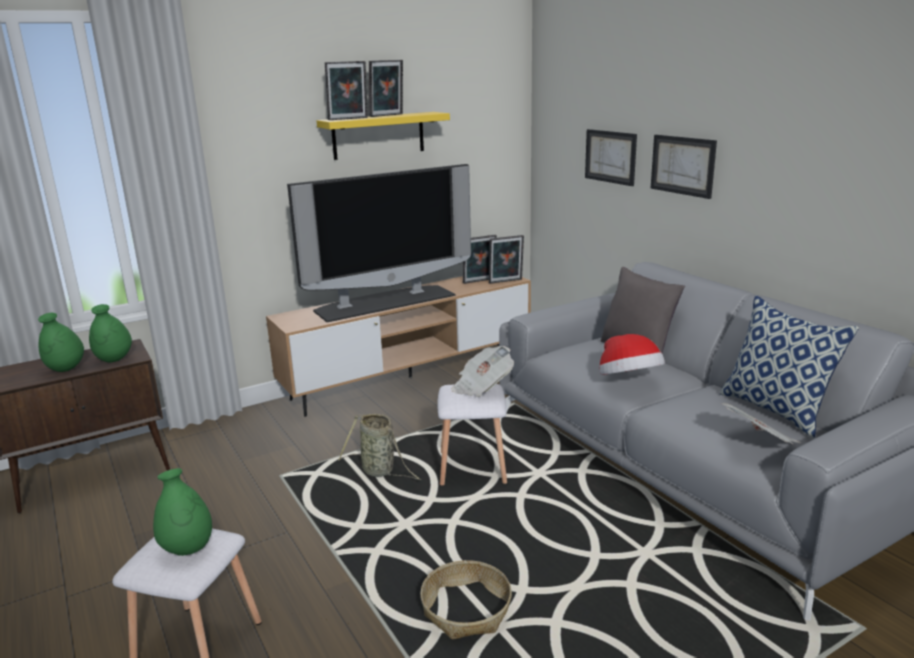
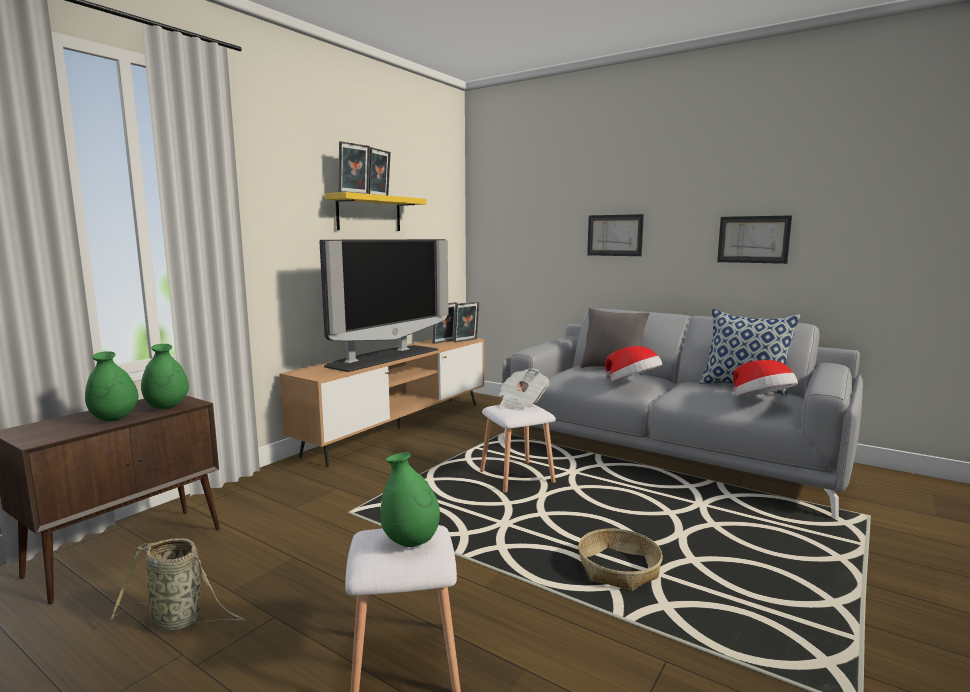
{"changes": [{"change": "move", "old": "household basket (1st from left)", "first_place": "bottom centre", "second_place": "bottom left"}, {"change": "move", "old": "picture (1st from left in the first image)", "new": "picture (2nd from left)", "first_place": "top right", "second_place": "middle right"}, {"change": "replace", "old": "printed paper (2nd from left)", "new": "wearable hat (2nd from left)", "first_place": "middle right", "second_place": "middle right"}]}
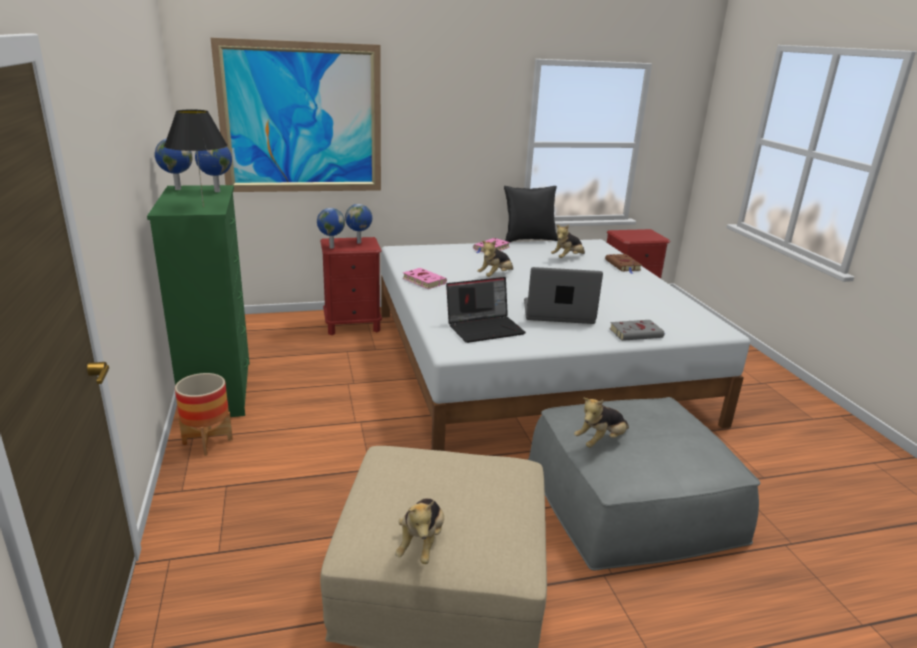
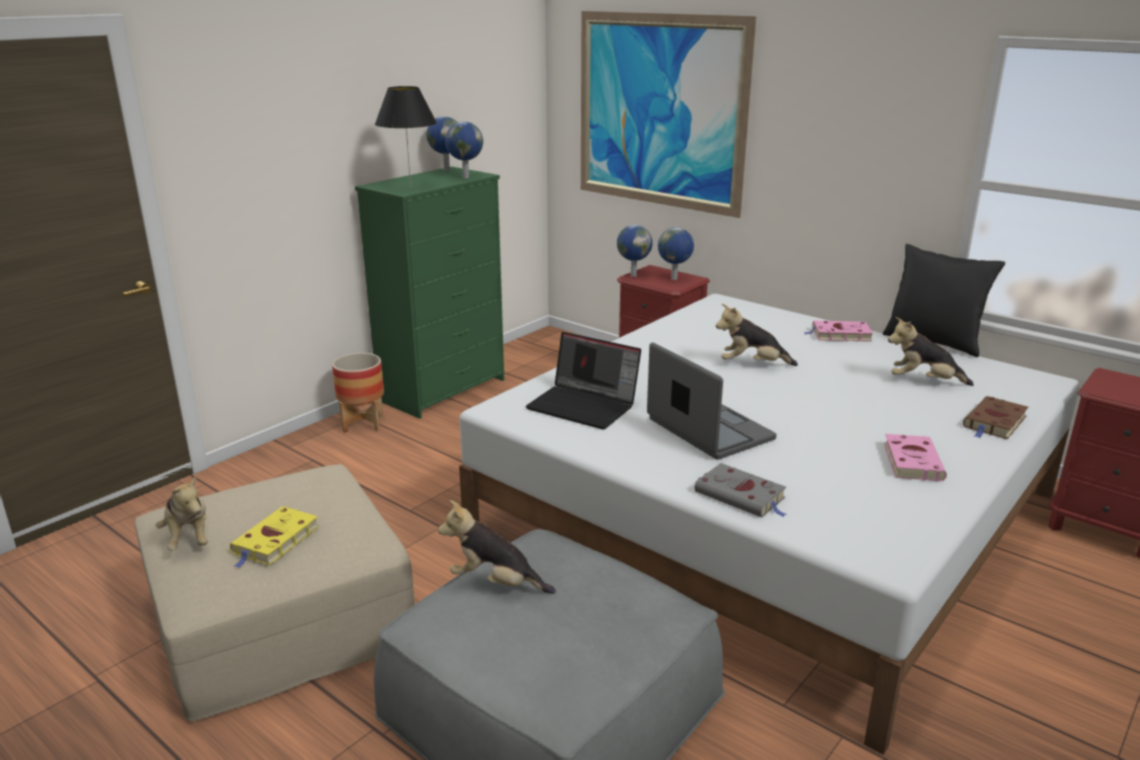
{"changes": [{"change": "rotate", "old": "soft toy (1st from left)", "first_place": "bottom centre", "second_place": "bottom left", "degrees": -90}, {"change": "move", "old": "pink-coloured book (1st from left in the first image)", "new": "pink-coloured book (2nd from left)", "first_place": "centre", "second_place": "middle right"}, {"change": "insert", "new": "yellow book", "second_place": "bottom left"}]}
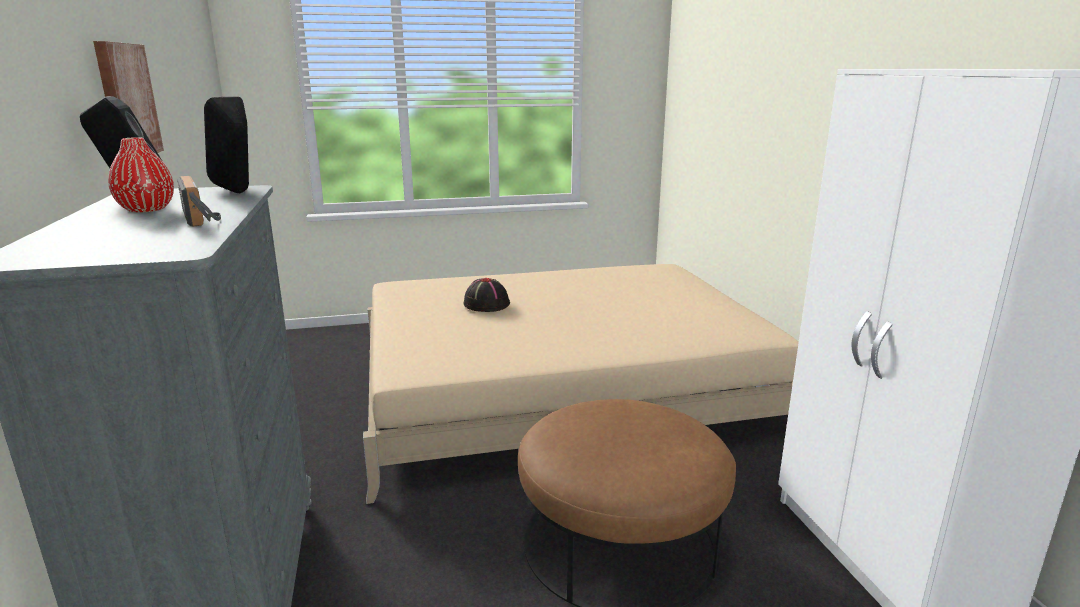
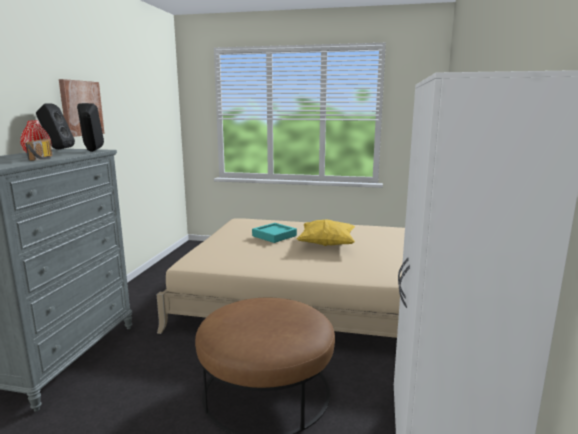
{"changes": [{"change": "replace", "old": "blackish wearable hat", "new": "turquoise serving tray", "first_place": "centre", "second_place": "centre"}, {"change": "insert", "new": "yellow pillow", "second_place": "centre"}]}
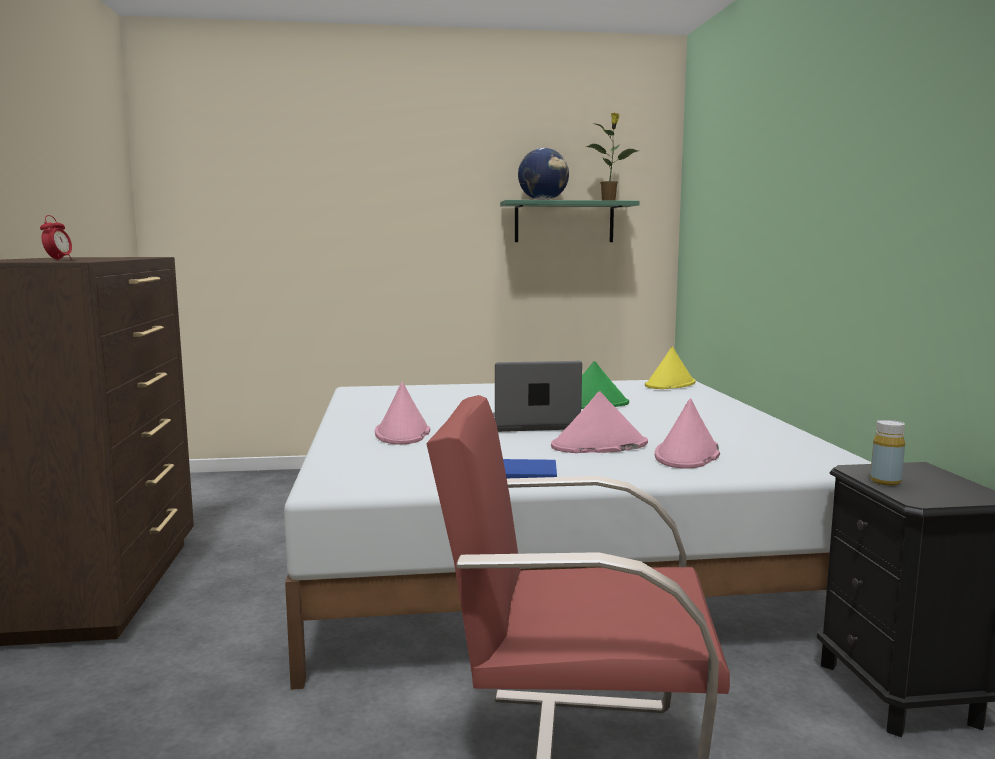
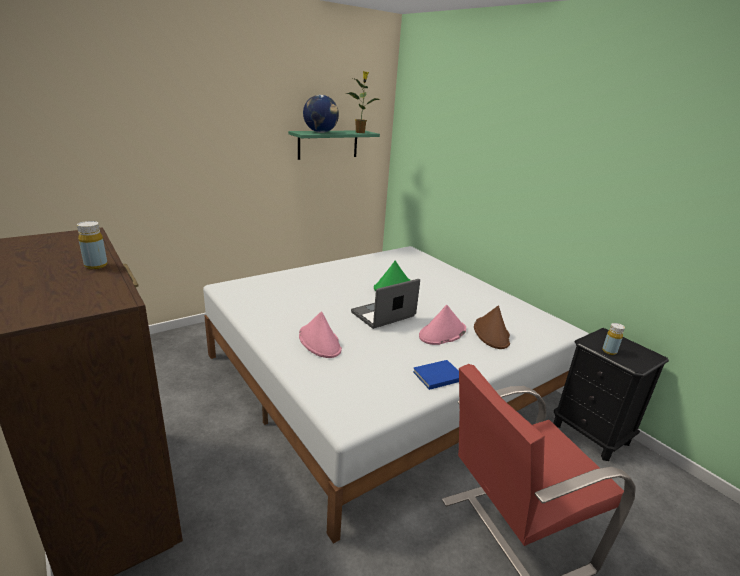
{"changes": [{"change": "delete", "old": "alarm clock", "first_place": "top left"}, {"change": "delete", "old": "yellow wearable hat", "first_place": "middle right"}, {"change": "recolor", "old": "pink-coloured wearable hat (3rd from left)", "new": "brown-coloured wearable hat", "first_place": "middle right", "second_place": "centre"}, {"change": "insert", "new": "yellow beverage bottle (1st from left)", "second_place": "middle left"}]}
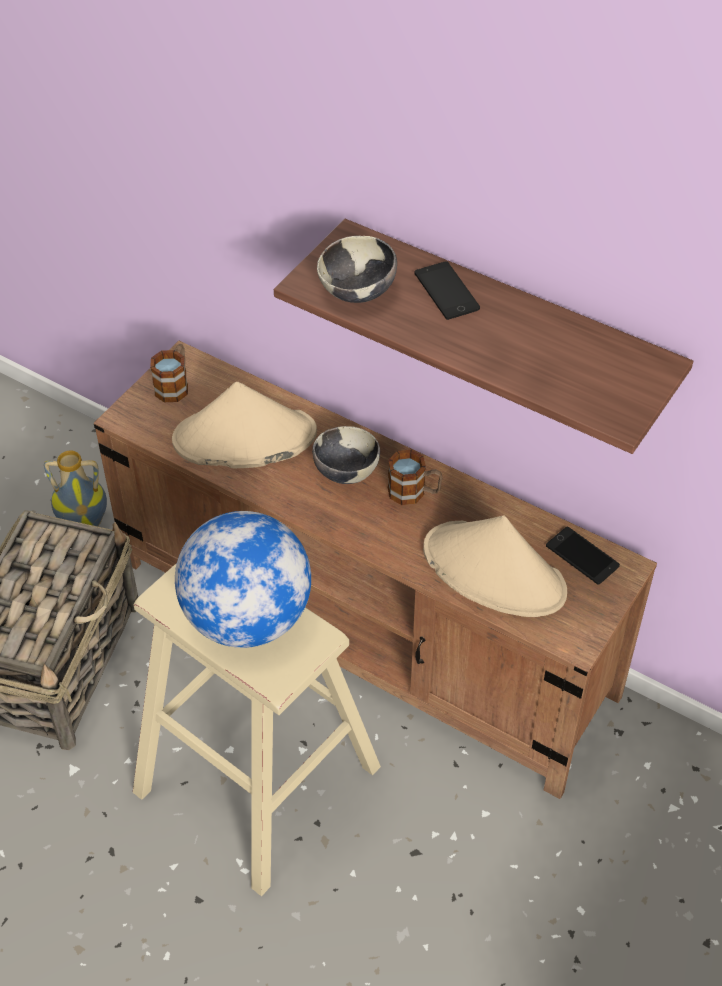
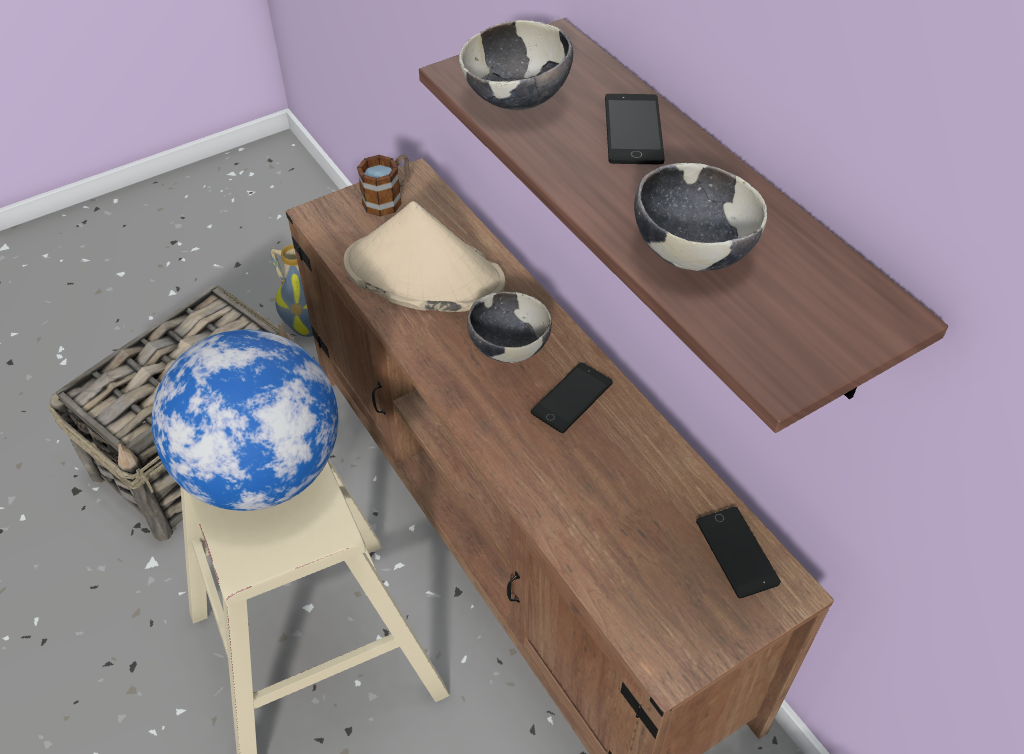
{"changes": [{"change": "replace", "old": "mug (2nd from left)", "new": "phone (1st from left)", "first_place": "centre", "second_place": "centre"}, {"change": "delete", "old": "sand-coloured wearable hat (2nd from left)", "first_place": "middle right"}, {"change": "insert", "new": "serving bowl (3rd from left)", "second_place": "top right"}]}
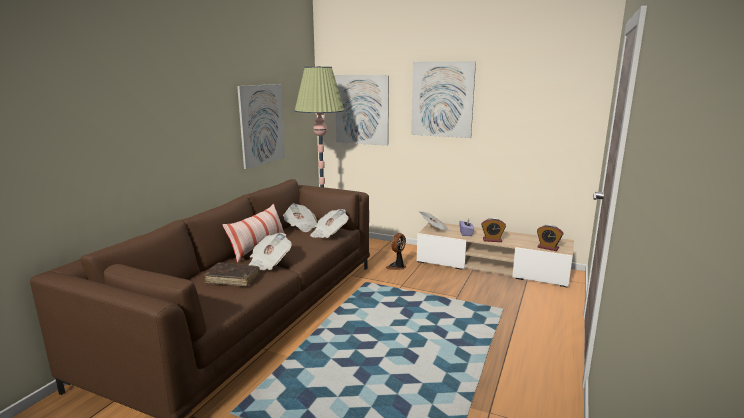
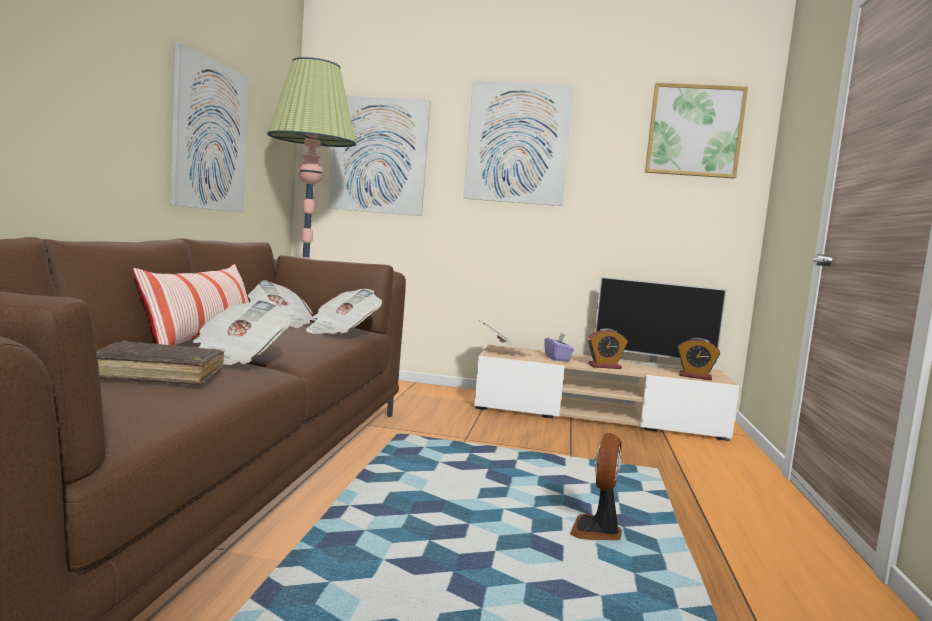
{"changes": [{"change": "move", "old": "fan", "first_place": "centre", "second_place": "bottom centre"}, {"change": "insert", "new": "TV set", "second_place": "middle right"}, {"change": "insert", "new": "picture (4th from left)", "second_place": "top right"}]}
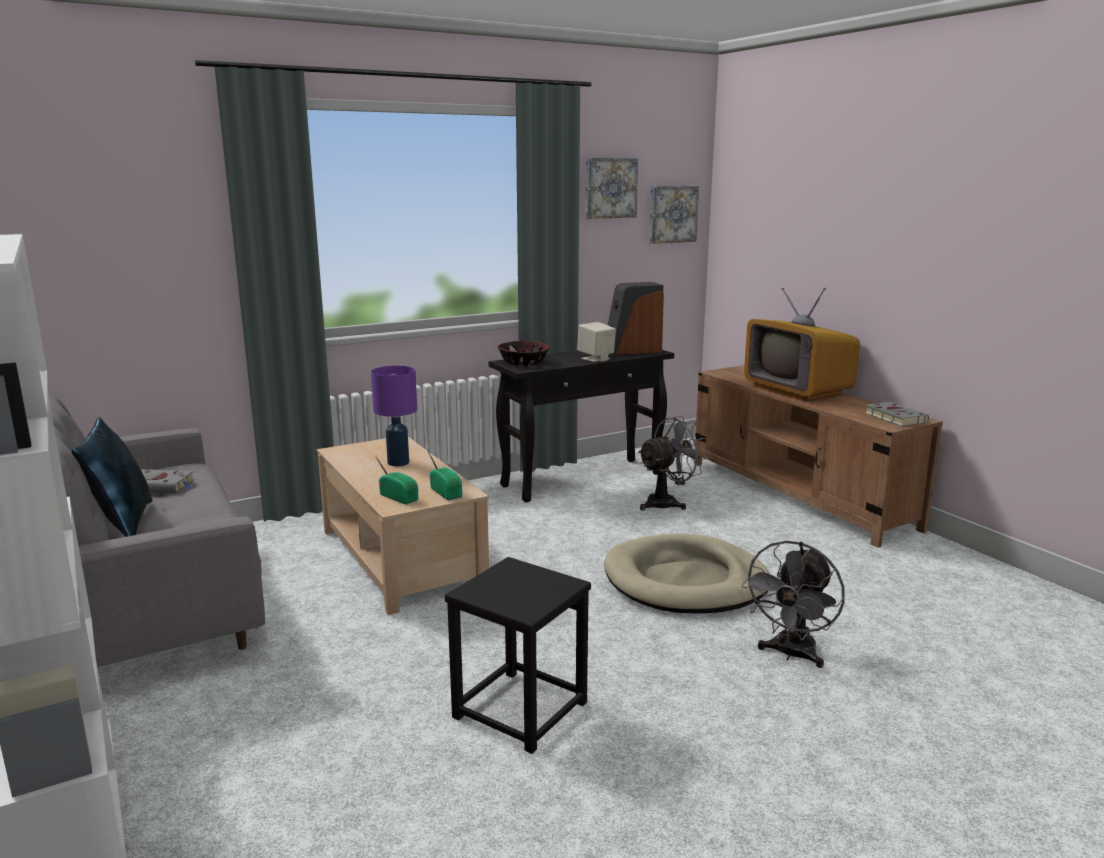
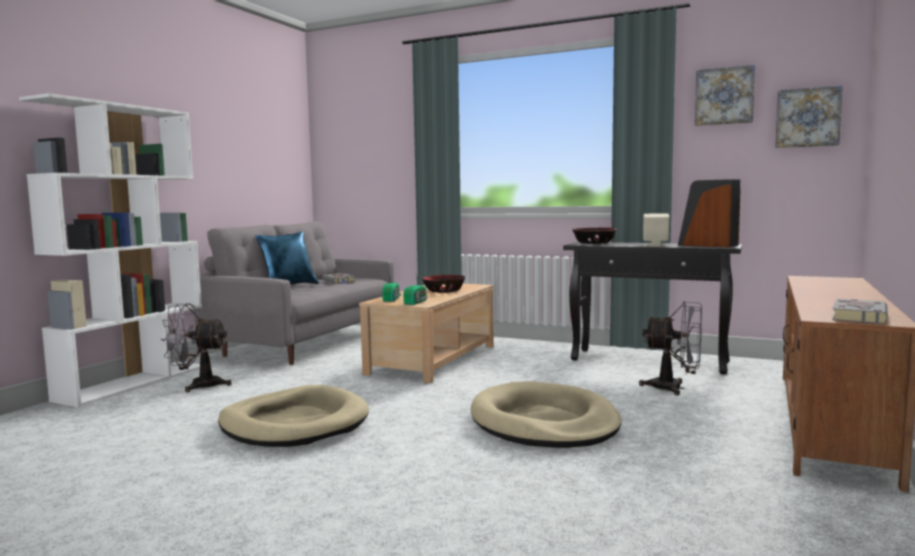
{"changes": [{"change": "replace", "old": "purplish tabletop lamp", "new": "serving bowl (1st from left)", "first_place": "centre", "second_place": "centre"}, {"change": "replace", "old": "blackish stool seat", "new": "sand-coloured dog bed (1st from left)", "first_place": "bottom centre", "second_place": "bottom left"}, {"change": "move", "old": "gray fan (2nd from left in the first image)", "new": "gray fan (1st from left)", "first_place": "bottom right", "second_place": "middle left"}, {"change": "delete", "old": "TV set", "first_place": "middle right"}]}
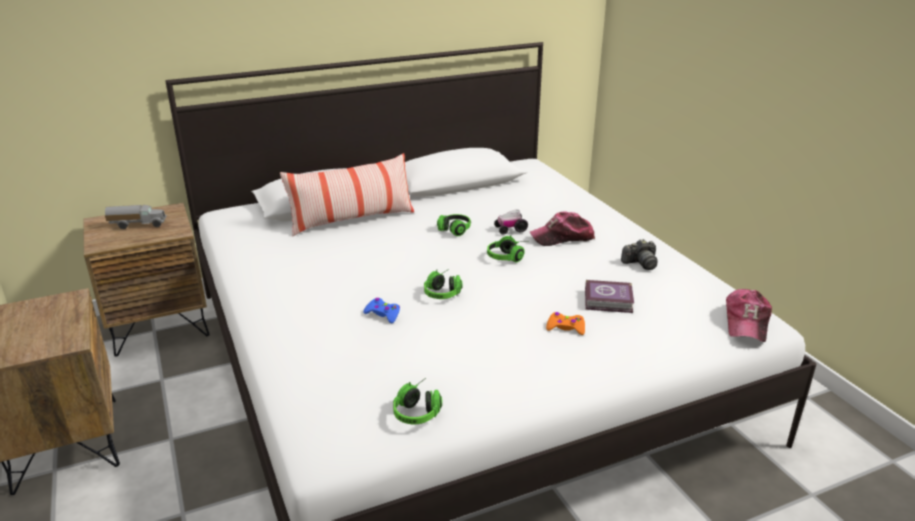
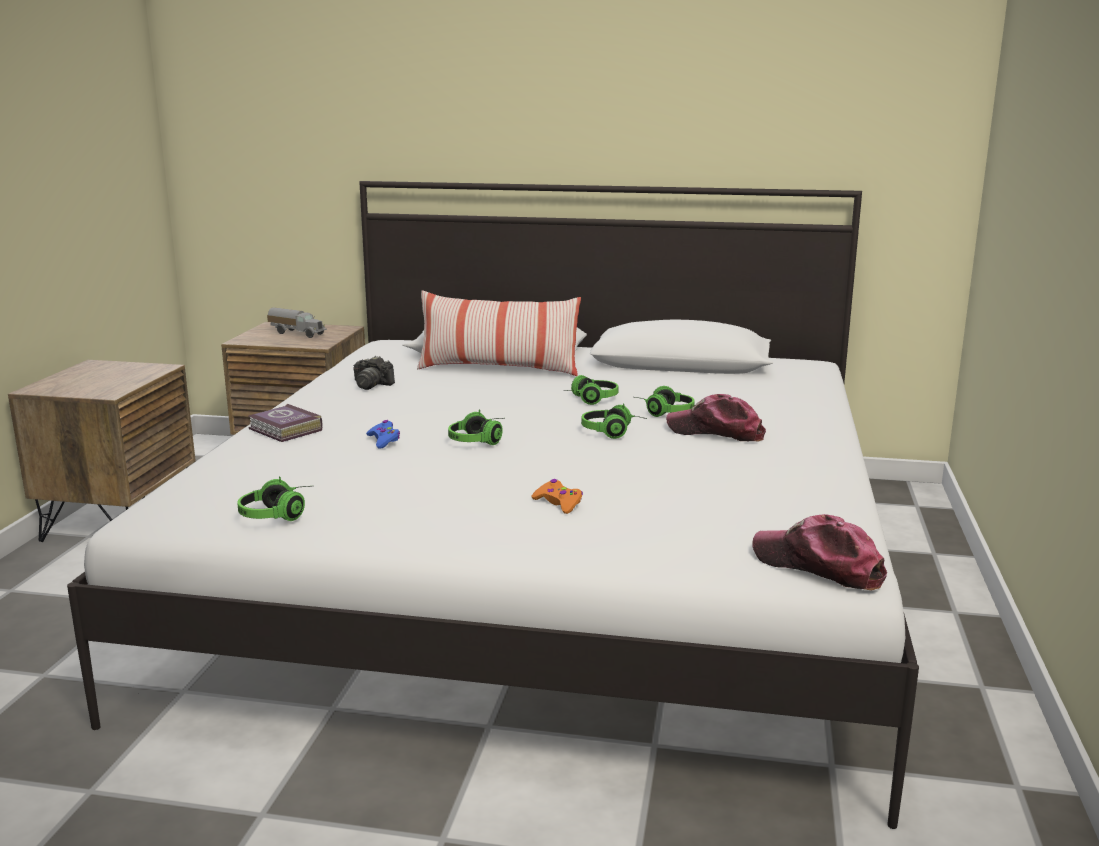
{"changes": [{"change": "replace", "old": "toy car", "new": "headphones (5th from left)", "first_place": "centre", "second_place": "centre"}, {"change": "move", "old": "book", "first_place": "centre", "second_place": "middle left"}, {"change": "move", "old": "still camera", "first_place": "middle right", "second_place": "centre"}, {"change": "rotate", "old": "cap (2nd from left)", "first_place": "middle right", "second_place": "middle right", "degrees": 75}]}
